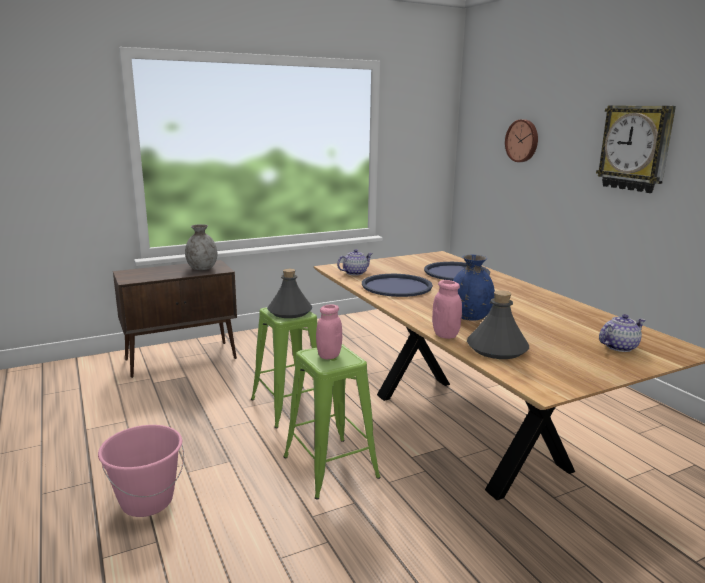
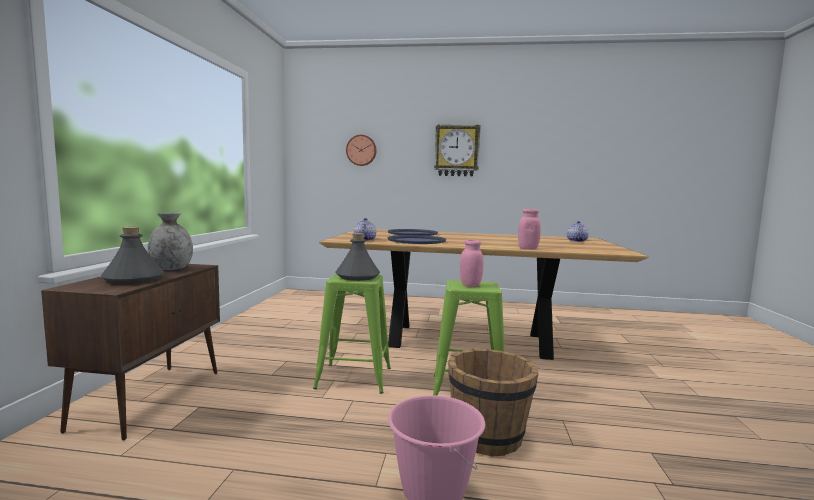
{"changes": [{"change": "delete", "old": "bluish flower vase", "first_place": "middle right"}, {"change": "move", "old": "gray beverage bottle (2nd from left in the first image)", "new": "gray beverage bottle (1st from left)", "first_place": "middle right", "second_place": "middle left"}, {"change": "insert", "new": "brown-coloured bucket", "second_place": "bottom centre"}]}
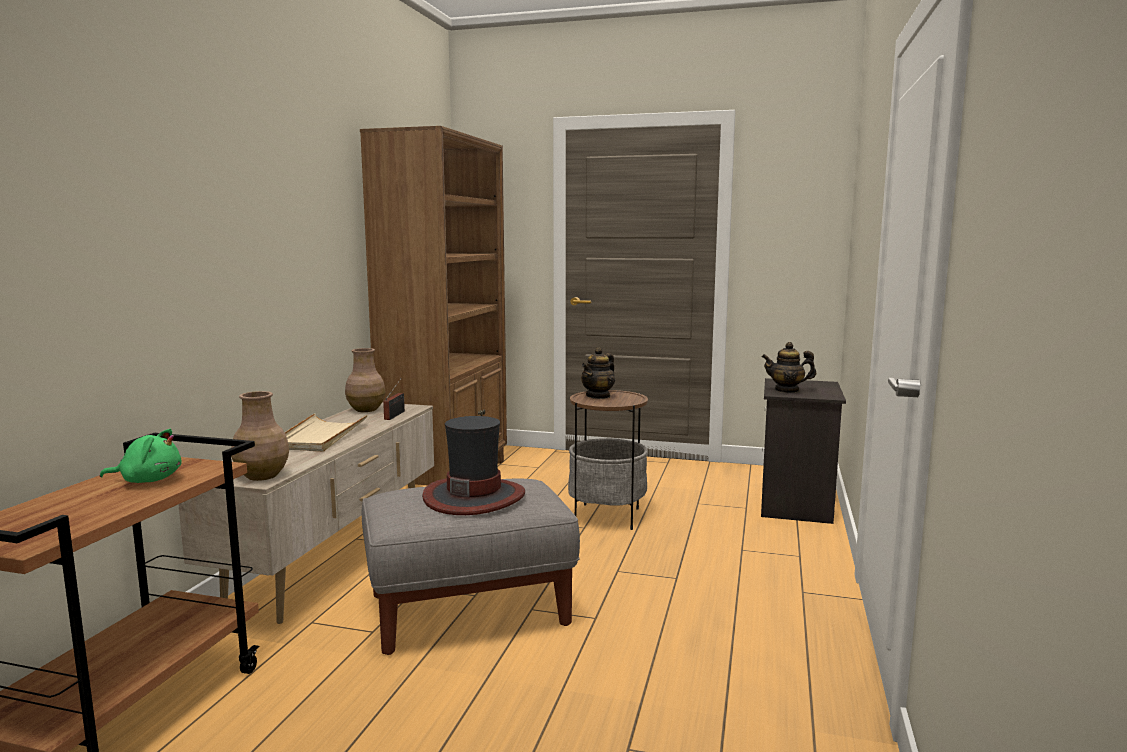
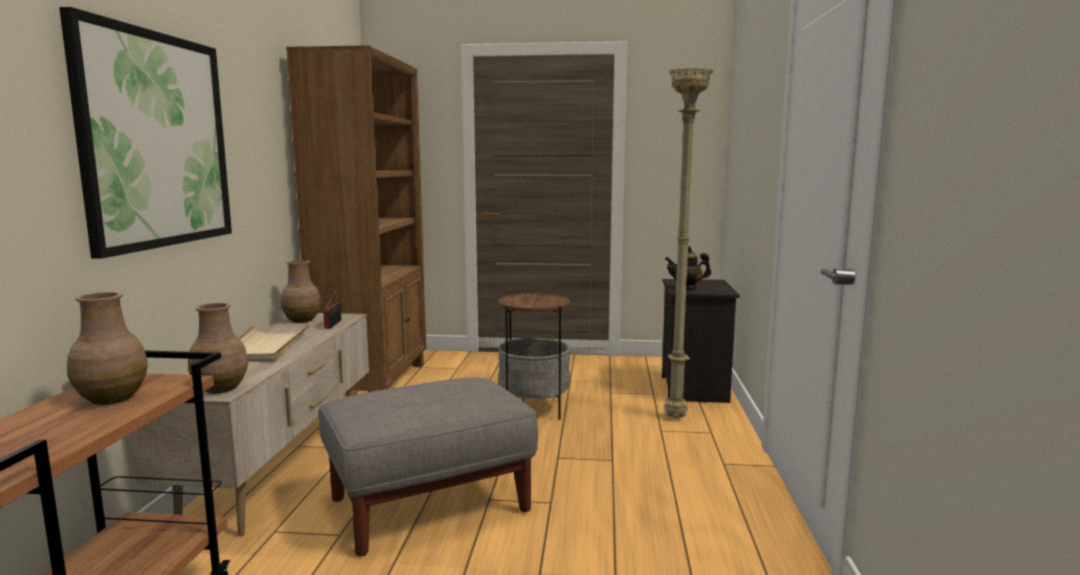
{"changes": [{"change": "replace", "old": "greenish soft toy", "new": "brown-coloured flower vase (1st from left)", "first_place": "middle left", "second_place": "middle left"}, {"change": "delete", "old": "wearable hat", "first_place": "centre"}, {"change": "delete", "old": "tea pot (1st from left)", "first_place": "centre"}, {"change": "insert", "new": "picture", "second_place": "top left"}, {"change": "insert", "new": "sand-coloured floor lamp", "second_place": "centre"}]}
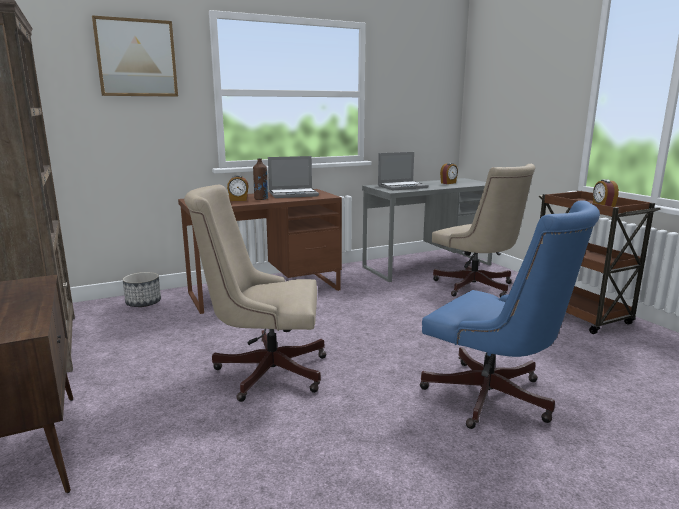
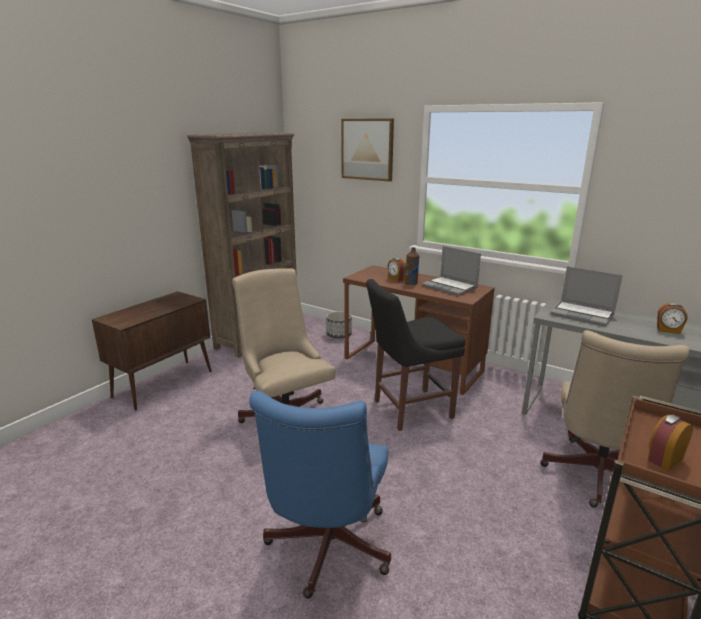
{"changes": [{"change": "insert", "new": "blackish upright chair", "second_place": "centre"}]}
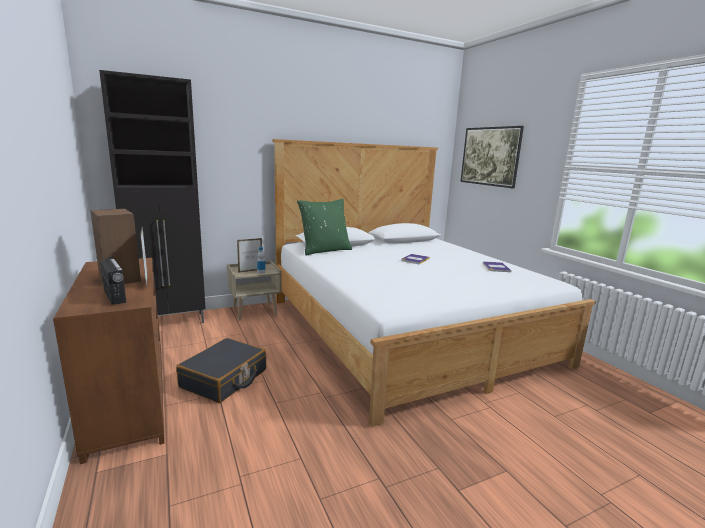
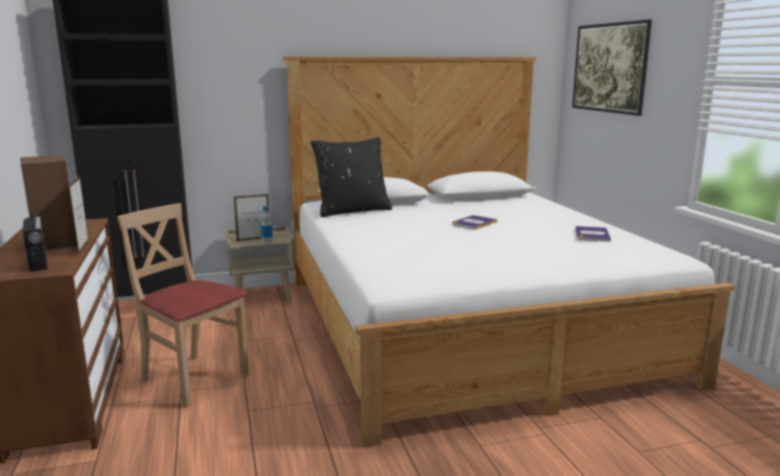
{"changes": [{"change": "replace", "old": "blackish travel case", "new": "sand-coloured upright chair", "first_place": "bottom left", "second_place": "middle left"}, {"change": "recolor", "old": "greenish pillow", "new": "blackish pillow", "first_place": "centre", "second_place": "centre"}]}
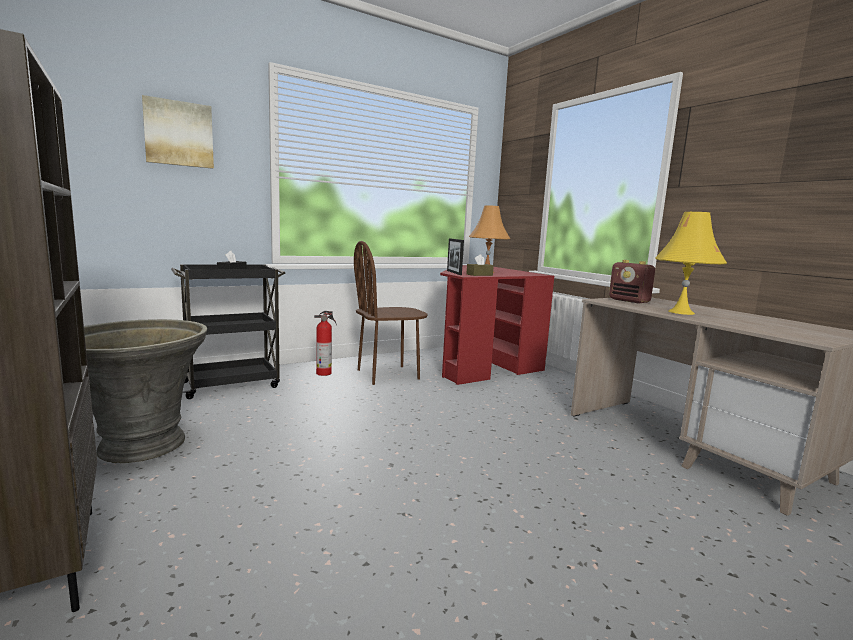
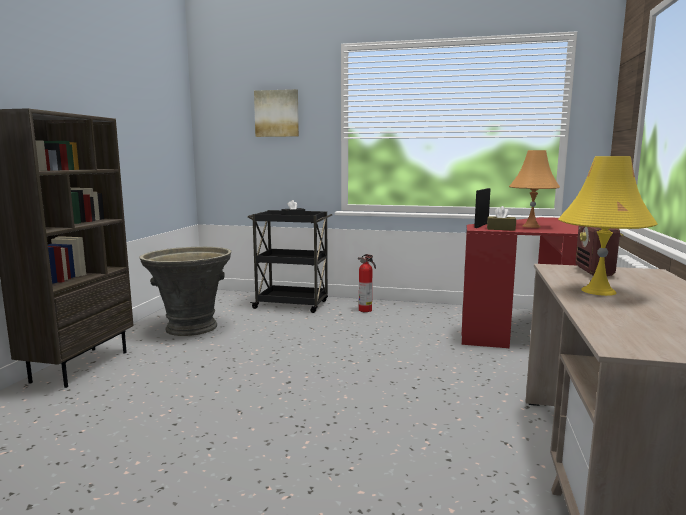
{"changes": [{"change": "delete", "old": "brown-coloured upright chair", "first_place": "centre"}]}
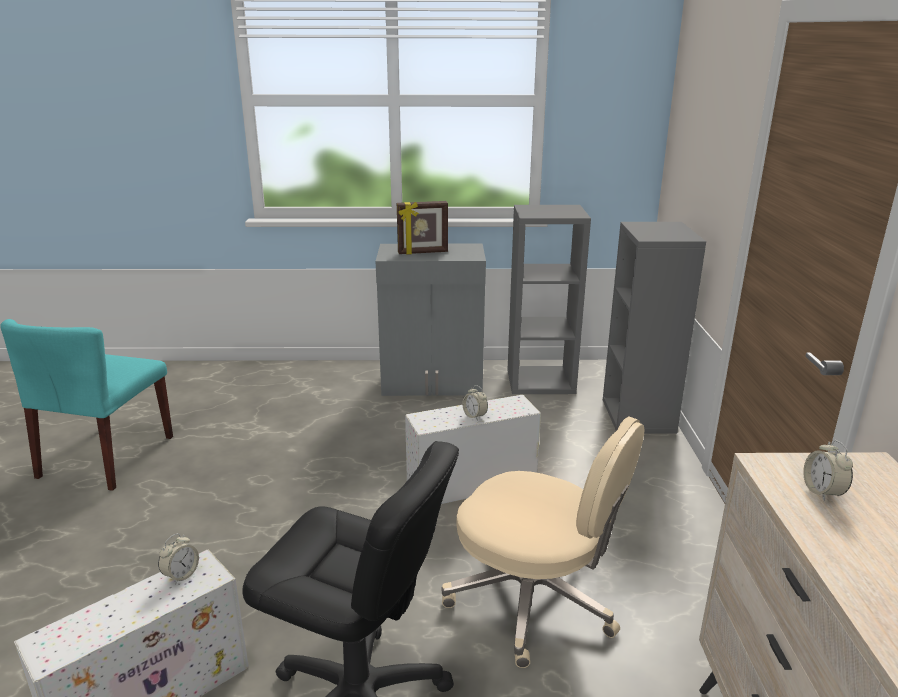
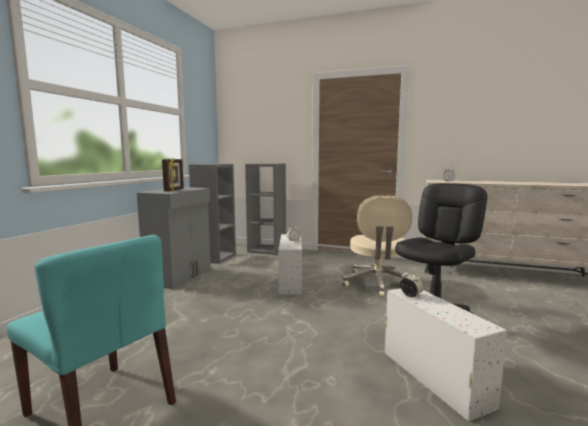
{"changes": [{"change": "rotate", "old": "sand-coloured computer chair", "first_place": "bottom centre", "second_place": "centre", "degrees": 135}]}
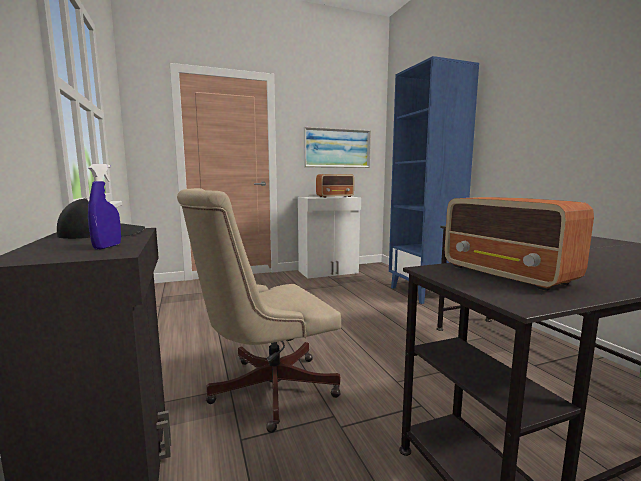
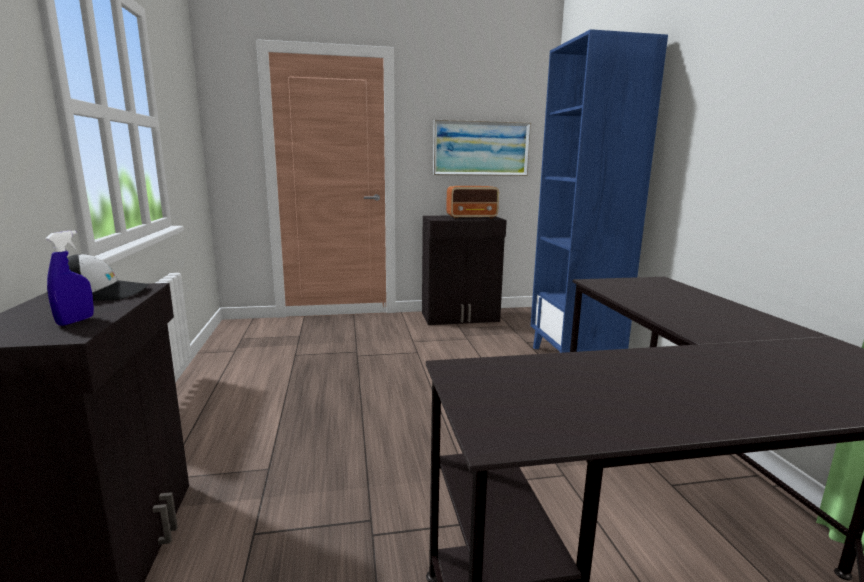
{"changes": [{"change": "delete", "old": "sand-coloured computer chair", "first_place": "centre"}, {"change": "recolor", "old": "white storage cabinet", "new": "blackish storage cabinet (2nd from left)", "first_place": "centre", "second_place": "centre"}, {"change": "delete", "old": "radio set (2nd from left)", "first_place": "middle right"}]}
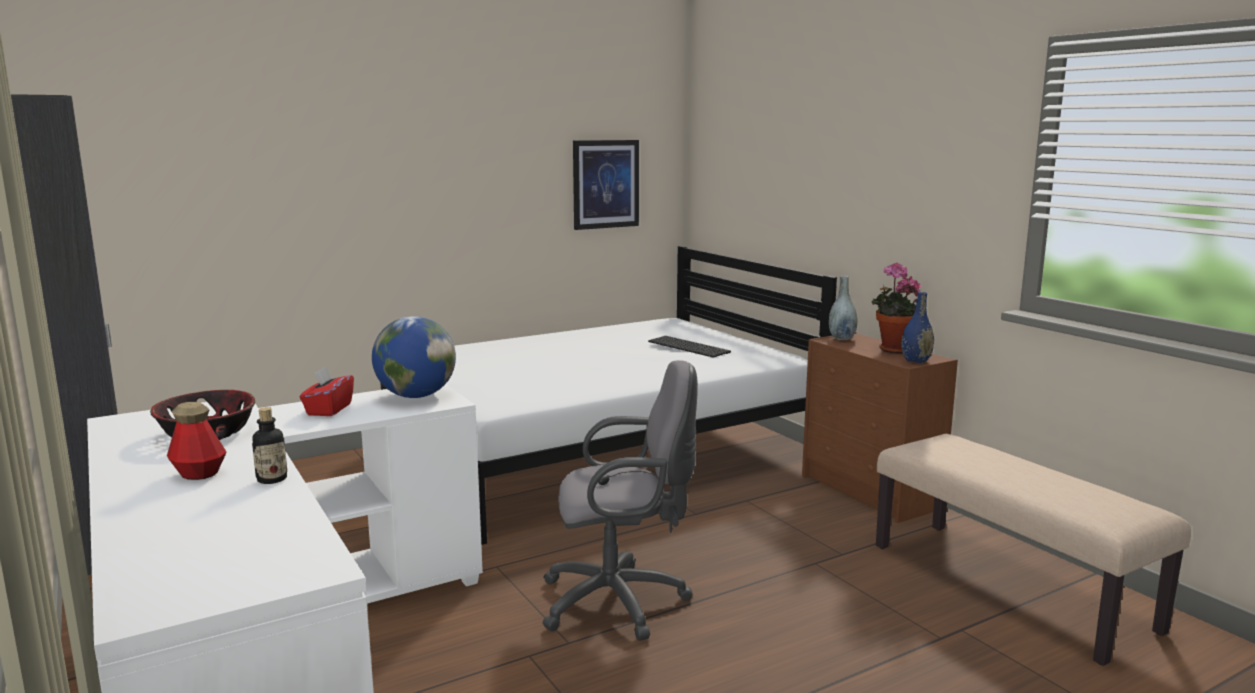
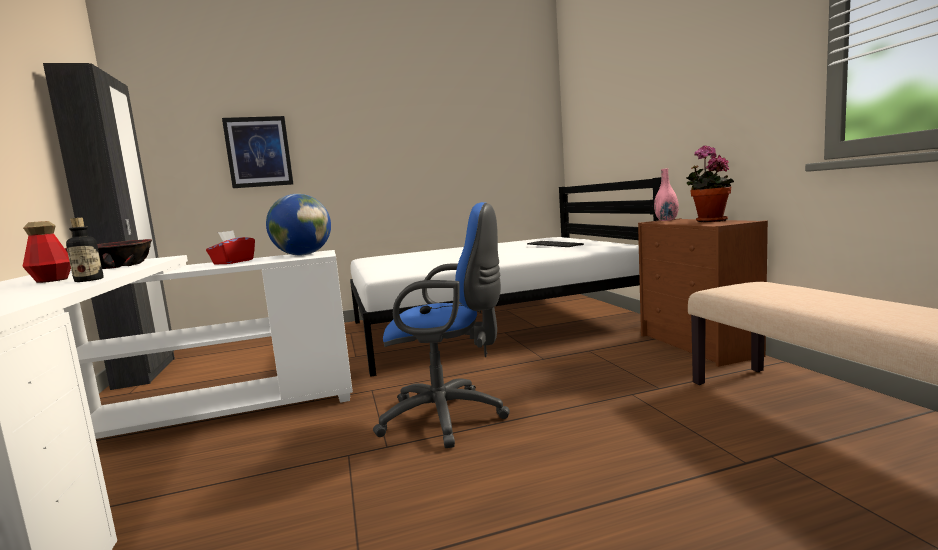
{"changes": [{"change": "recolor", "old": "gray computer chair", "new": "bluish computer chair", "first_place": "bottom centre", "second_place": "centre"}, {"change": "move", "old": "picture", "first_place": "top centre", "second_place": "top left"}, {"change": "recolor", "old": "gray flower vase", "new": "pink-coloured flower vase", "first_place": "middle right", "second_place": "middle right"}, {"change": "delete", "old": "bluish flower vase", "first_place": "middle right"}]}
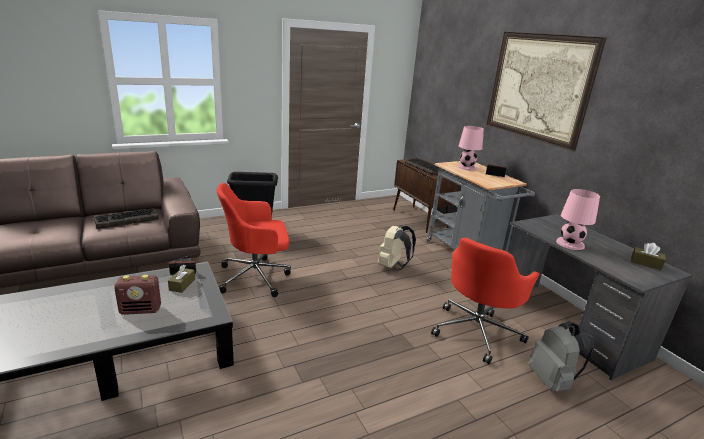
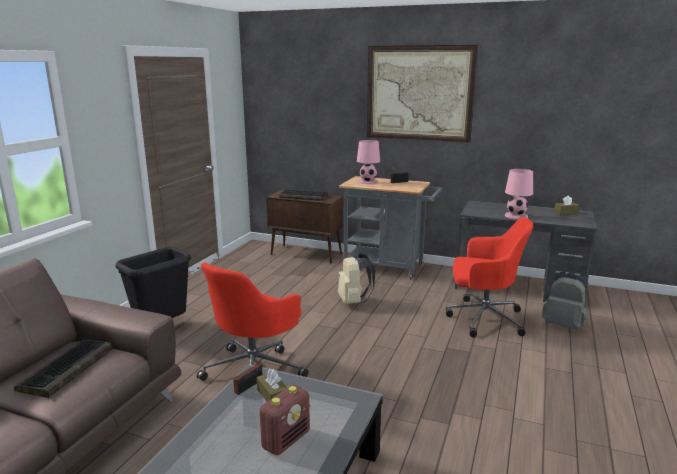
{"changes": [{"change": "rotate", "old": "reddish computer chair (2nd from left)", "first_place": "bottom right", "second_place": "middle right", "degrees": -75}]}
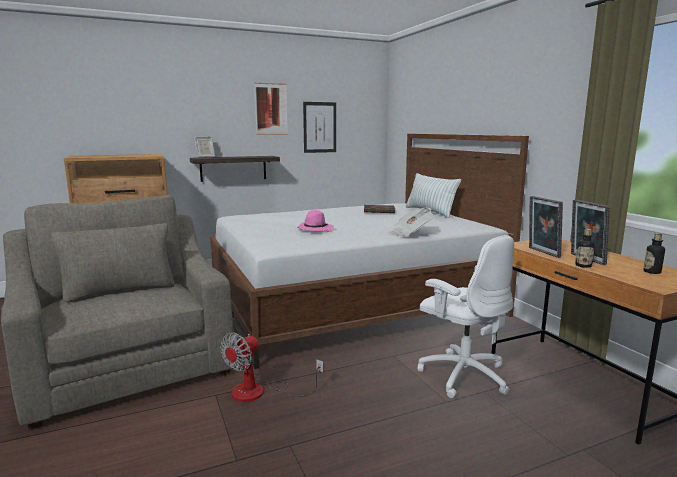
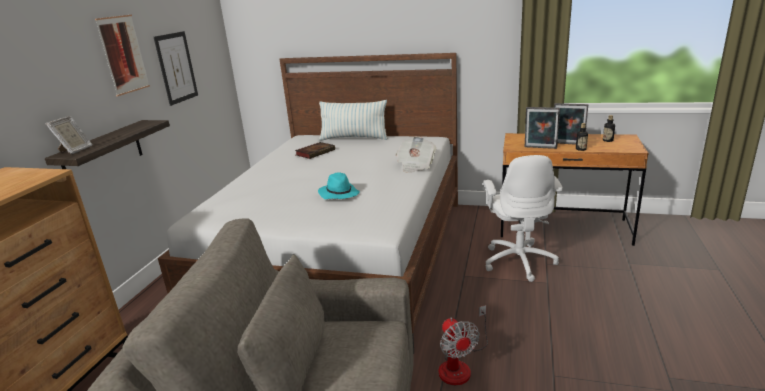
{"changes": [{"change": "recolor", "old": "pink-coloured wearable hat", "new": "turquoise wearable hat", "first_place": "centre", "second_place": "centre"}, {"change": "rotate", "old": "white computer chair", "first_place": "middle right", "second_place": "middle right", "degrees": 90}]}
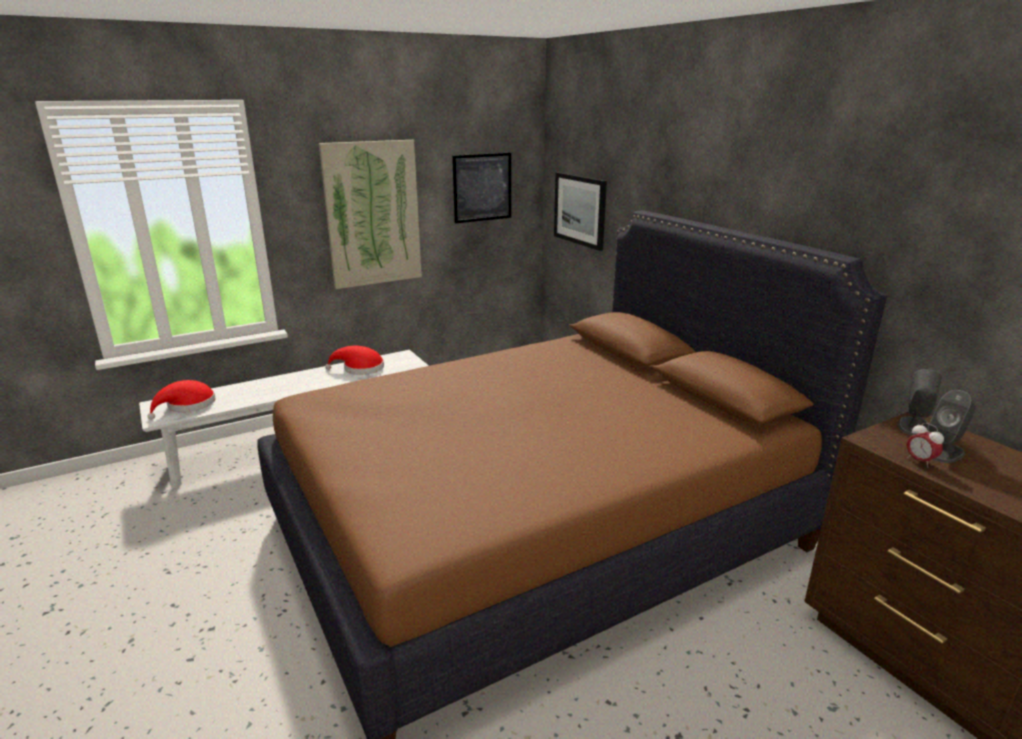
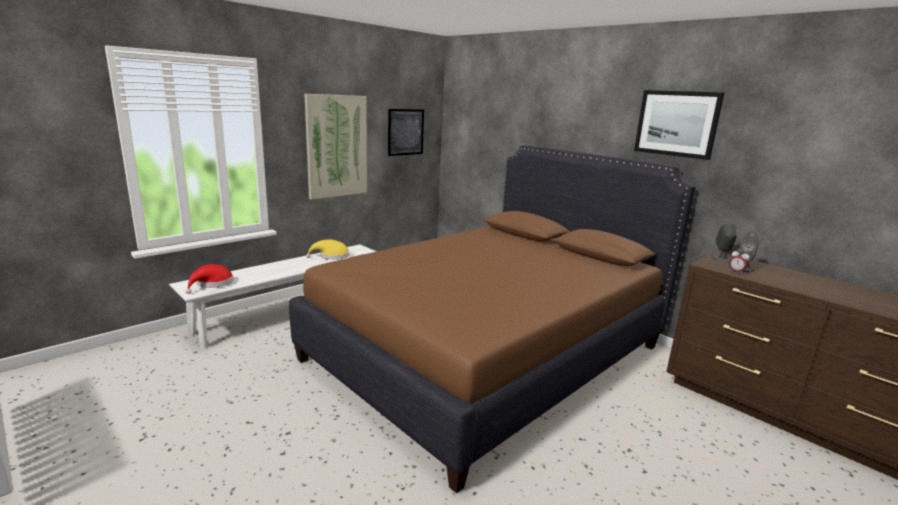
{"changes": [{"change": "recolor", "old": "reddish wearable hat (2nd from left)", "new": "yellow wearable hat", "first_place": "centre", "second_place": "centre"}, {"change": "move", "old": "picture (3rd from left)", "first_place": "top centre", "second_place": "top right"}]}
